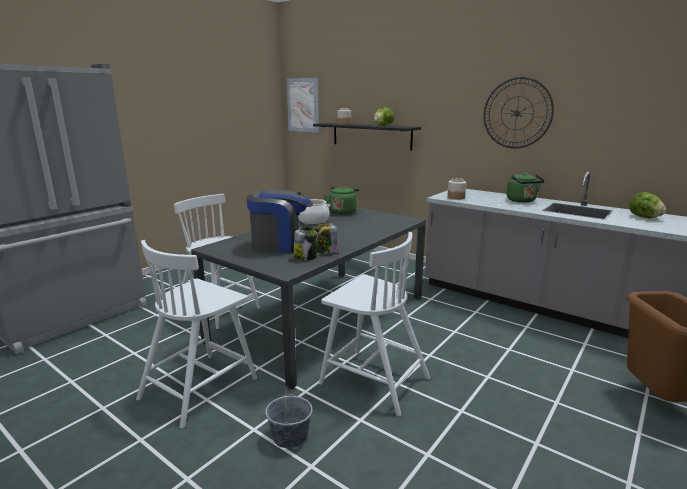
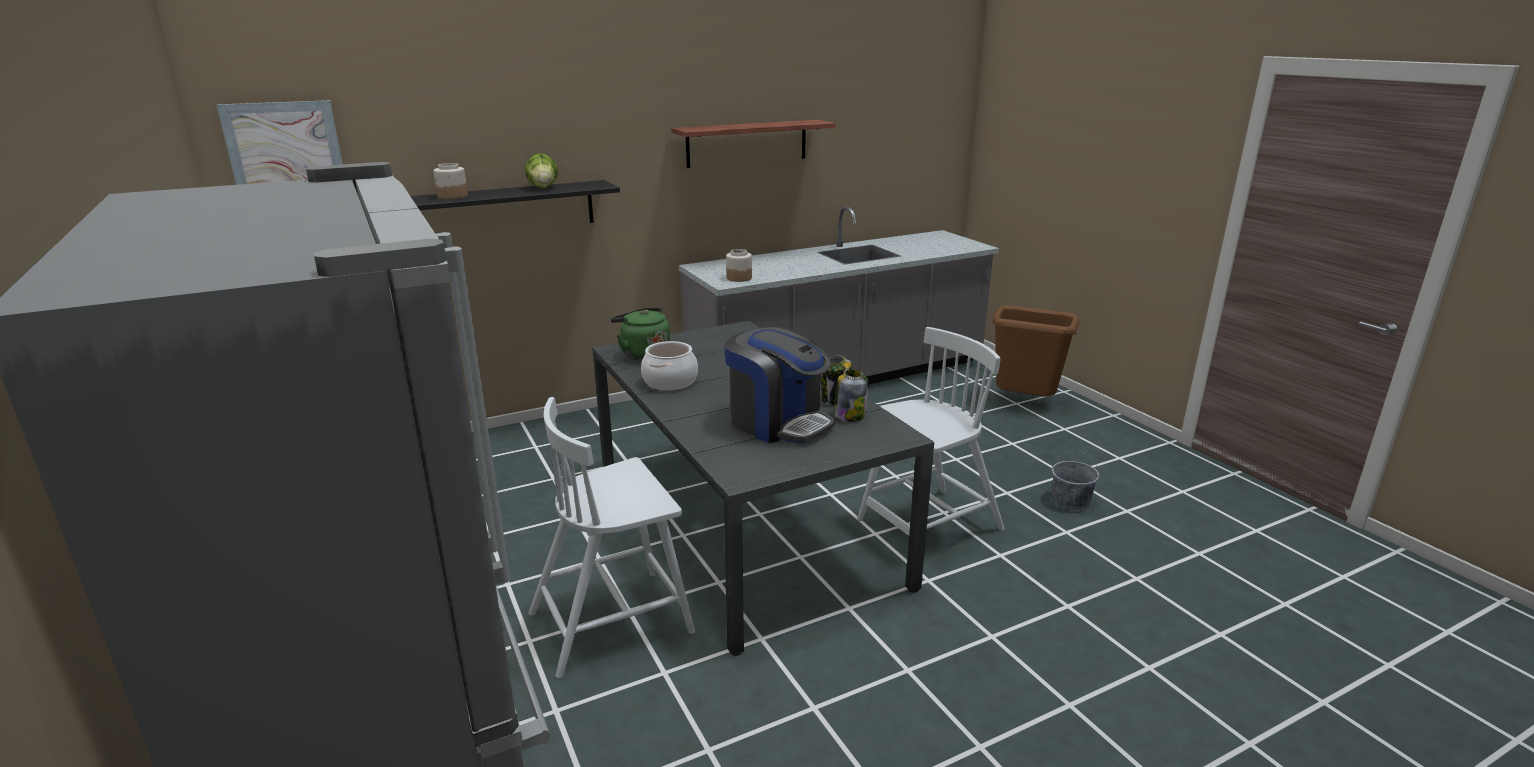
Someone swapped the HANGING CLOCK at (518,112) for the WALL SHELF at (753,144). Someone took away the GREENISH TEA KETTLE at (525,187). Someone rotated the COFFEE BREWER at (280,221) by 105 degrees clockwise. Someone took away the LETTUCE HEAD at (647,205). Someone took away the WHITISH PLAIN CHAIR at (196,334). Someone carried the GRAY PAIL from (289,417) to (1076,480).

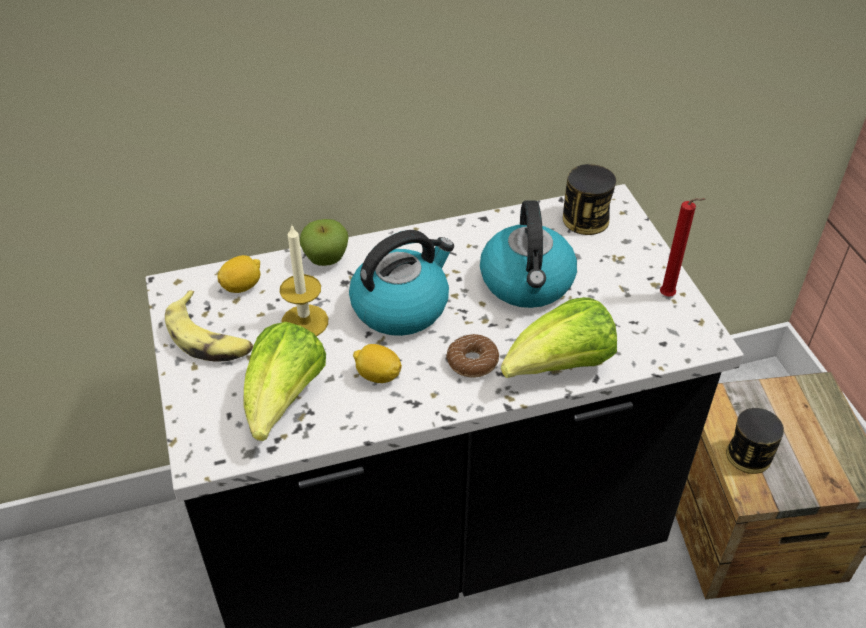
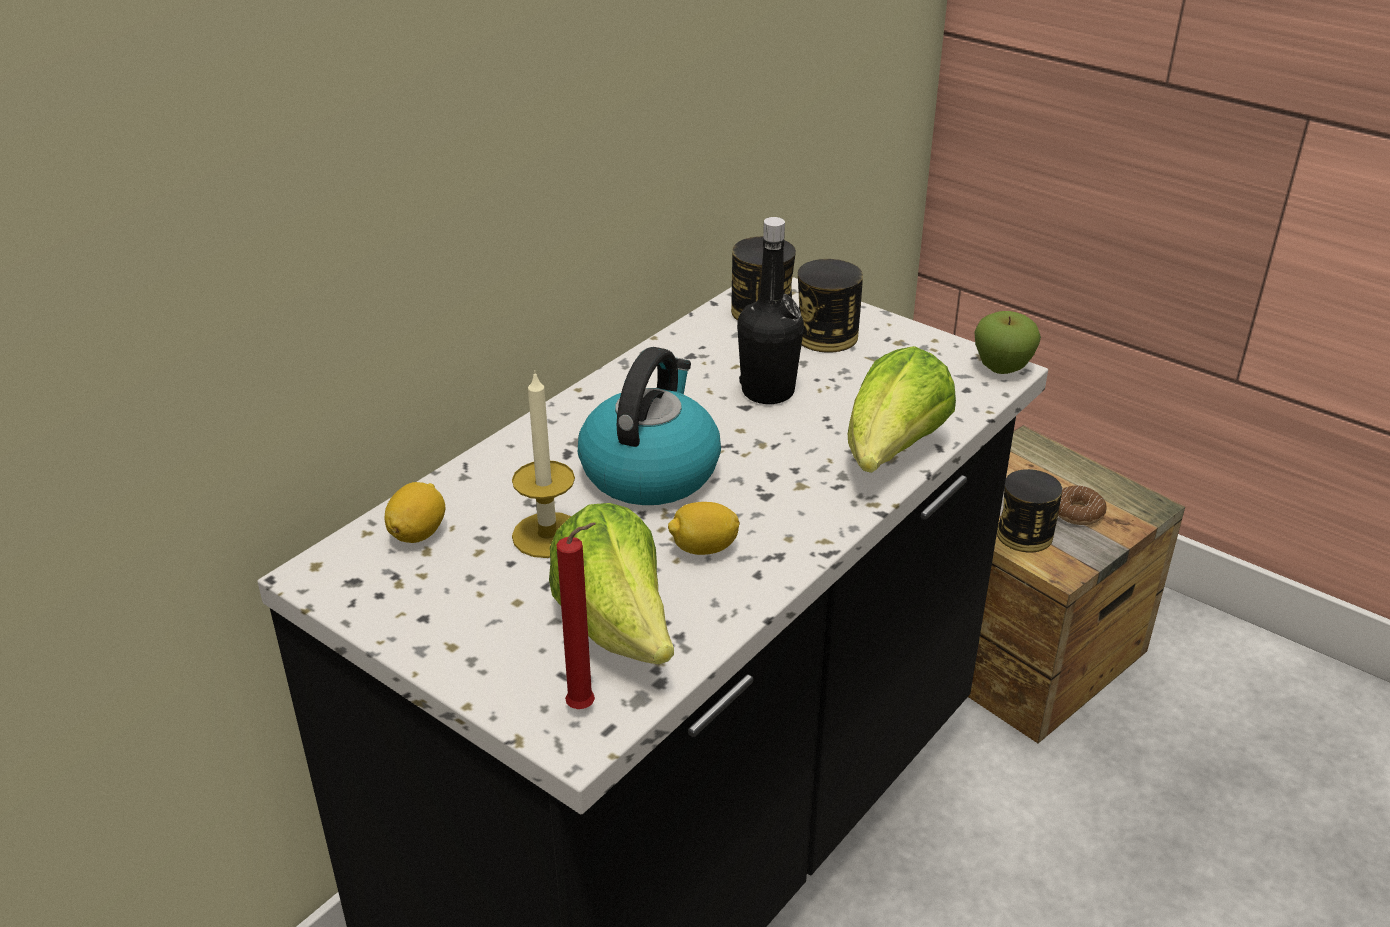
Someone carried the REDDISH CANDLE from (683,247) to (576,616). Someone swapped the TEA KETTLE at (528,254) for the BLACK-COLOURED BOTTLE at (770,310). Someone carried the WHOLE APPLE from (324,242) to (1008,342). Someone took away the BANANA FRUIT at (209,326). Someone carried the RING DOUGHNUT from (472,356) to (1082,505). Someone put down the SEALED CAN at (830,306).

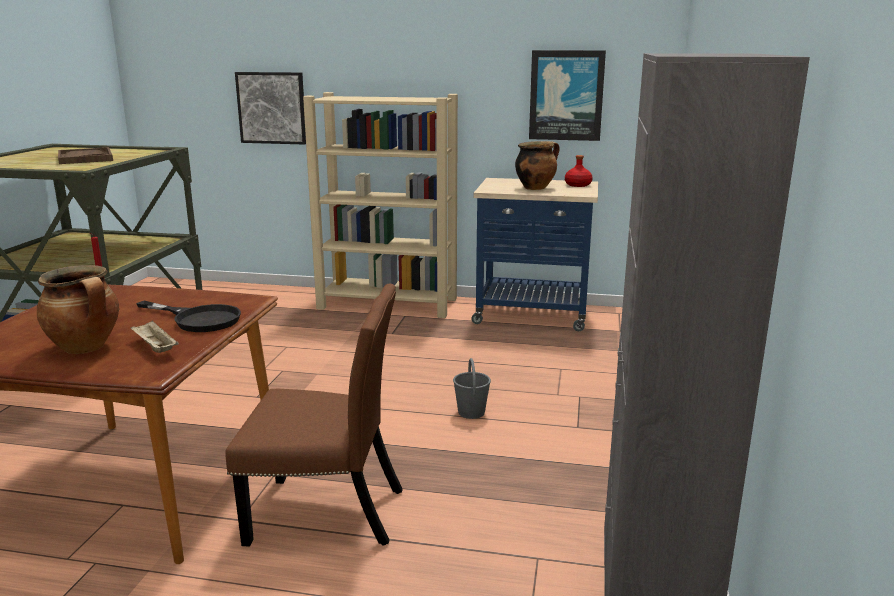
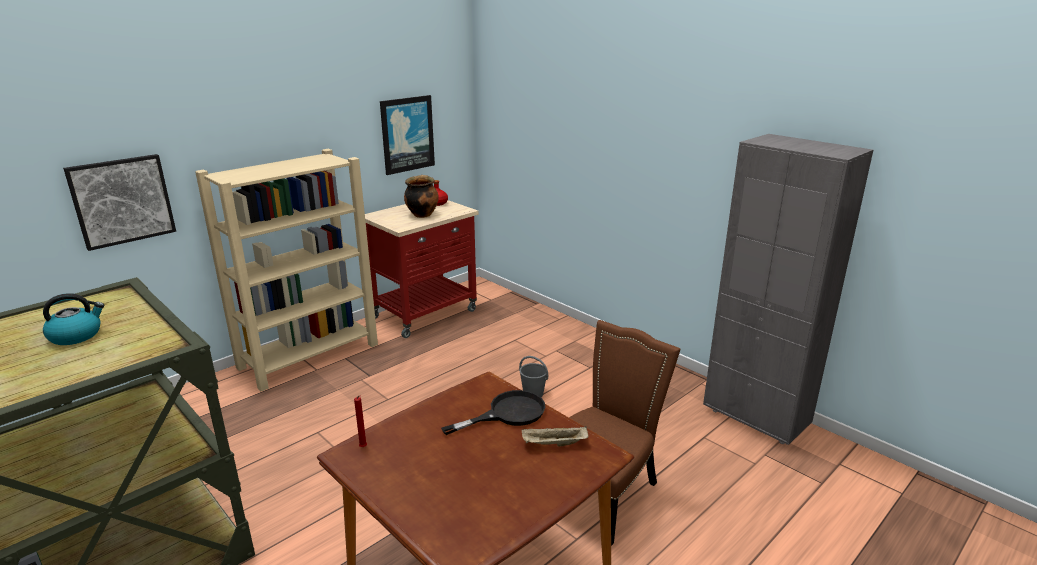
Someone swapped the BROWN SERVING TRAY at (85,155) for the TEA KETTLE at (73,319). Someone repainted the BLUE CART at (534,254), which became the REDDISH CART at (422,269). Someone took away the SAUCEPOT at (78,309).

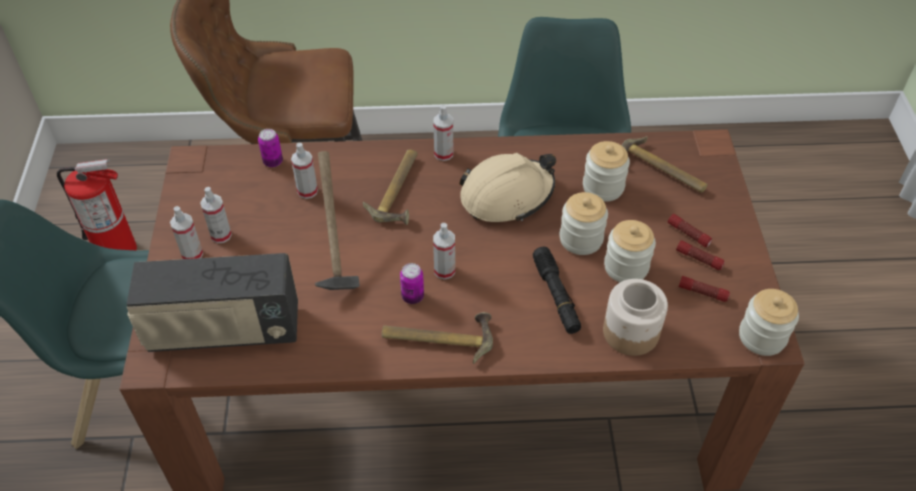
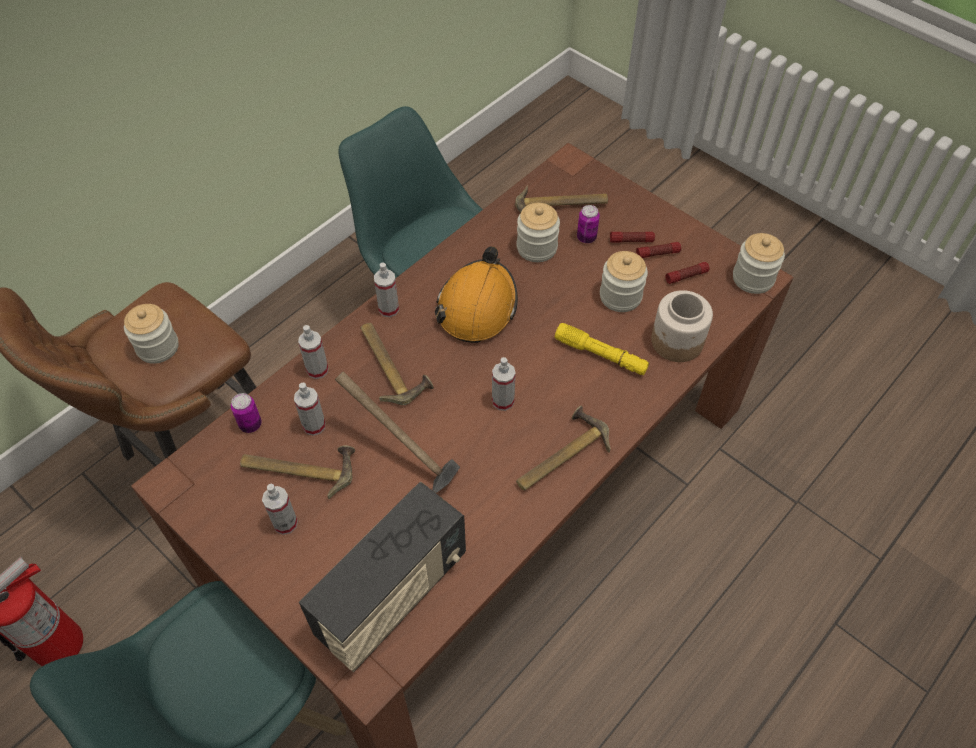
Someone repainted the SAND-COLOURED HARD HAT at (507,187), which became the ORANGE HARD HAT at (476,294). Someone carried the STORAGE JAR from (583,223) to (151,334). Someone carried the SPRAYER from (186,232) to (313,352). Someone repainted the BLACK-COLOURED FLASHLIGHT at (557,290), which became the YELLOWISH FLASHLIGHT at (602,349). Someone carried the SEALED CAN from (412,283) to (588,224). Someone put down the TOOL HAMMER at (297,472).

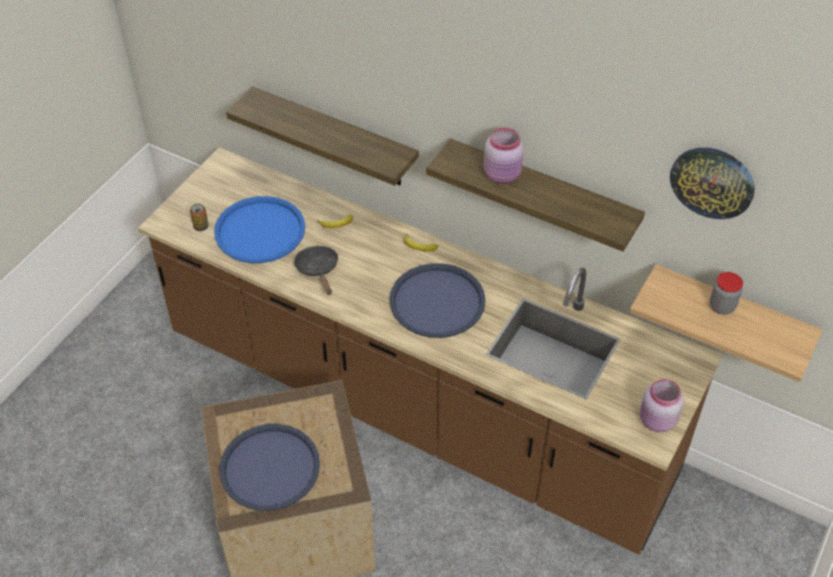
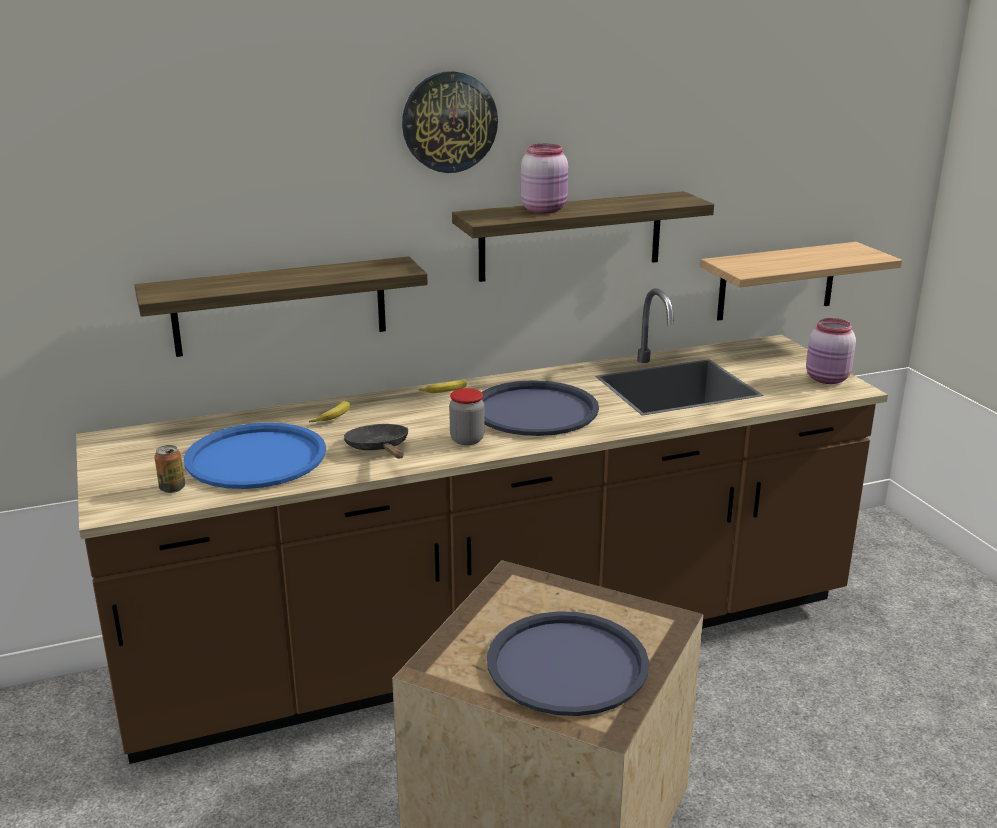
Someone carried the HANGING CLOCK from (712,183) to (450,122). Someone rotated the BLACK-COLOURED FRYING PAN at (316,270) by 45 degrees clockwise. Someone carried the STORAGE JAR from (726,293) to (467,416).

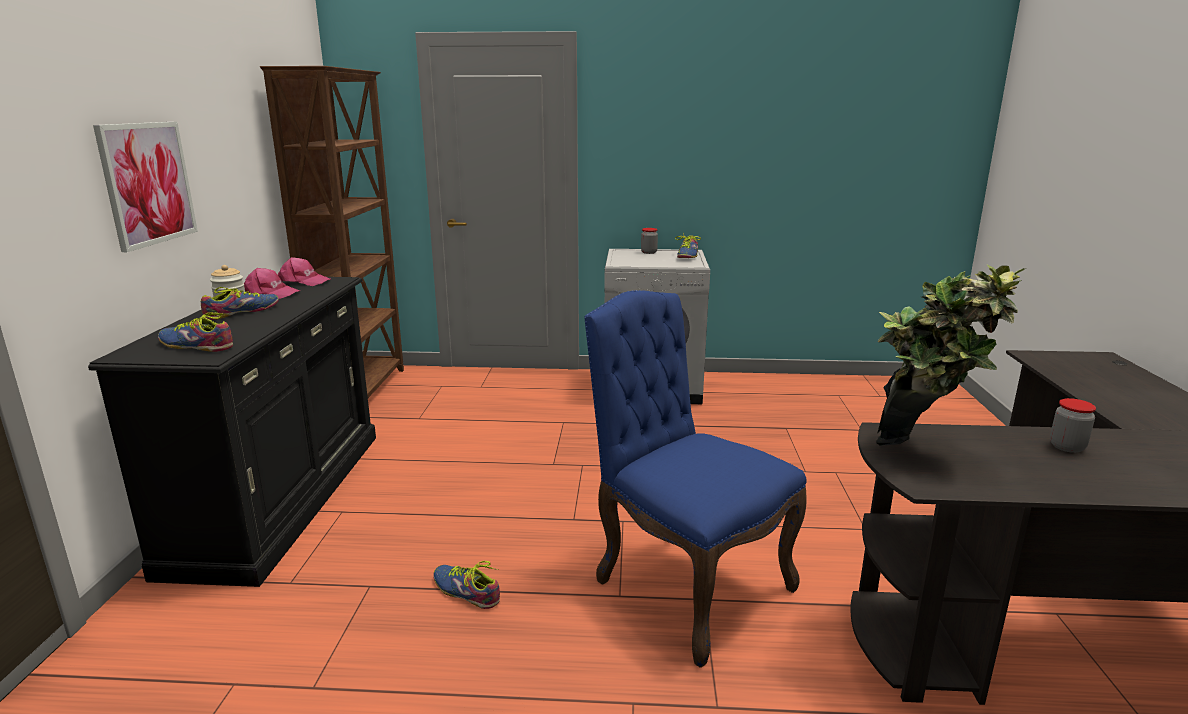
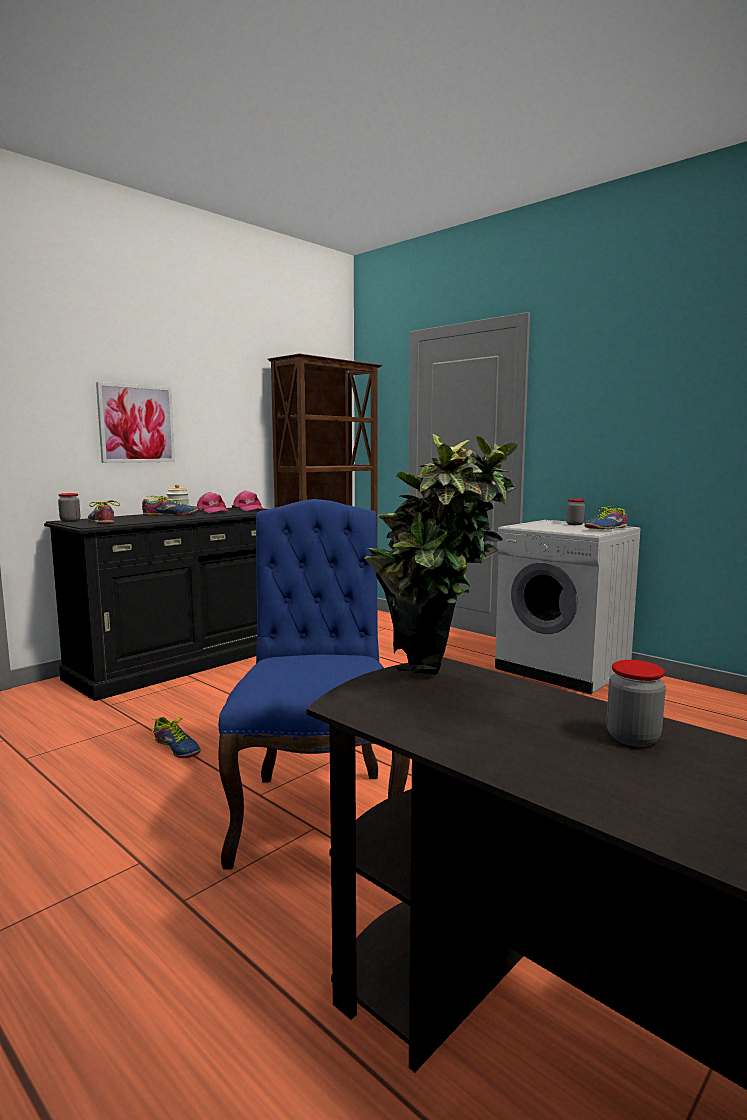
Someone rotated the ITEM OF FOOTWEAR at (466,585) by 150 degrees clockwise. Someone put down the STORAGE JAR at (69,507).

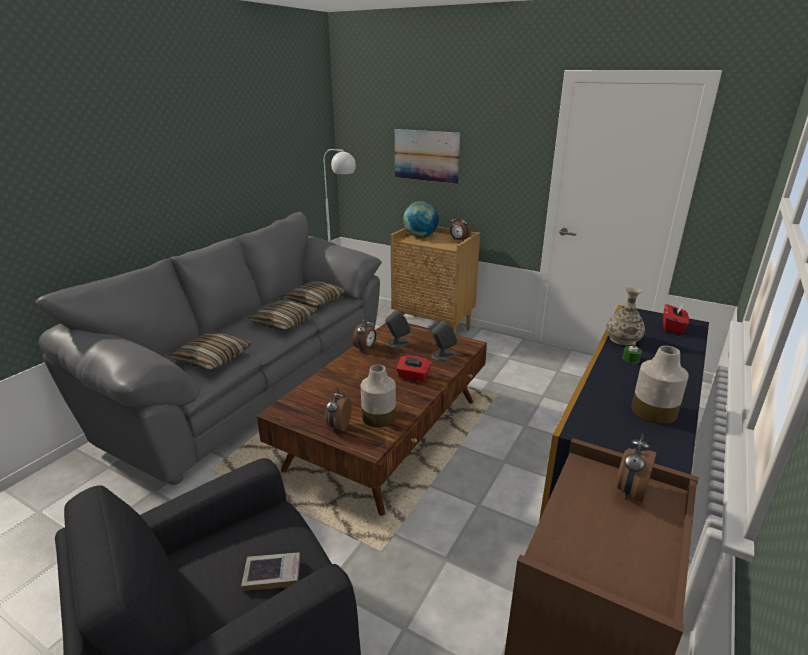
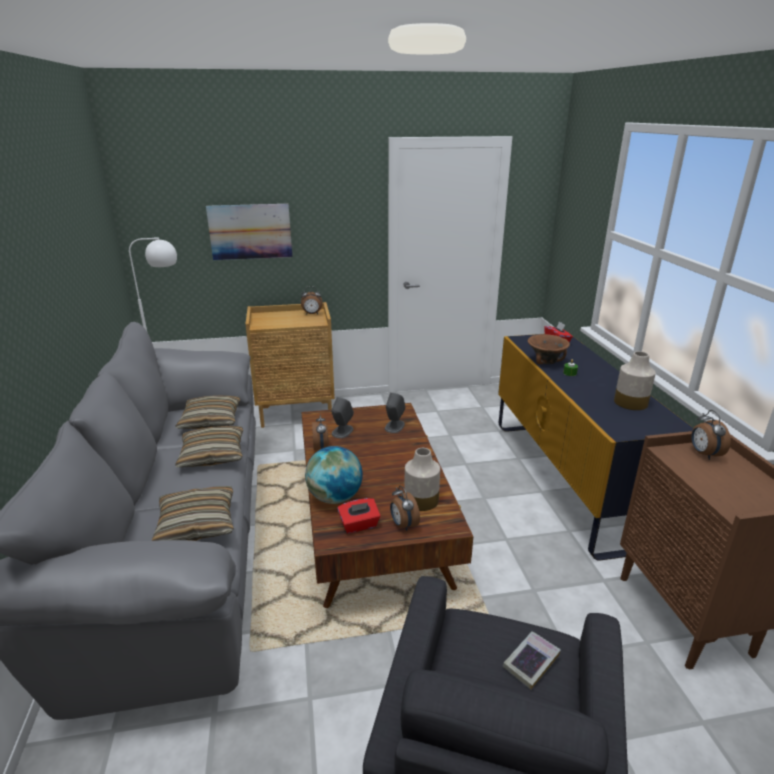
Someone carried the WORLD GLOBE from (421,219) to (334,475). Someone swapped the VASE at (625,316) for the BROWN BOWL at (549,349). Someone carried the REDDISH BOX OF TISSUES from (413,369) to (358,515).

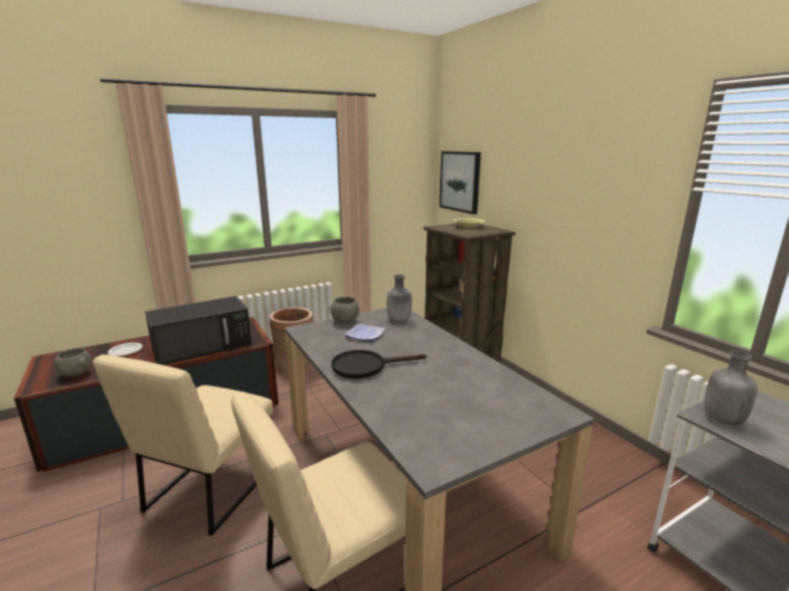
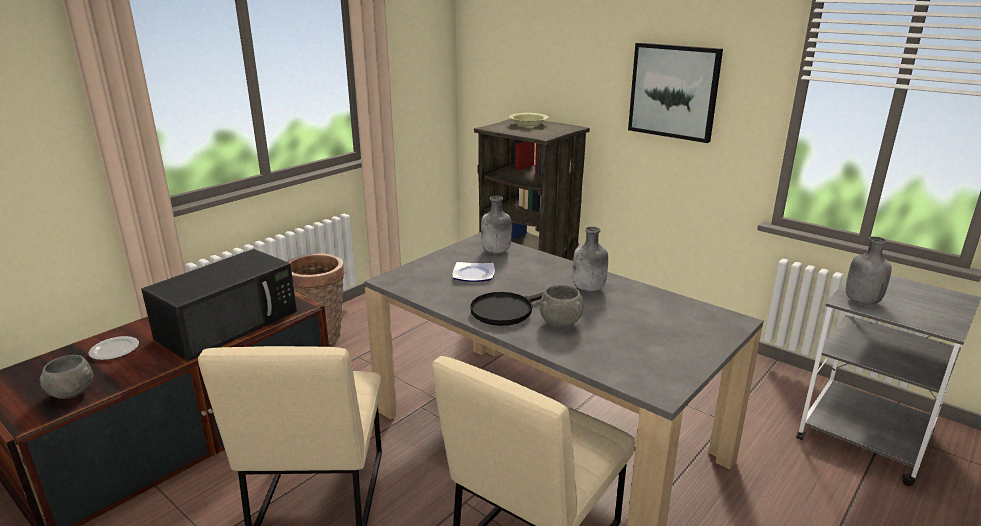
Someone carried the WALL PICTURE from (460,182) to (675,93). Someone carried the GRAY BOWL from (344,310) to (561,306). Someone put down the GRAY BOTTLE at (590,259).

